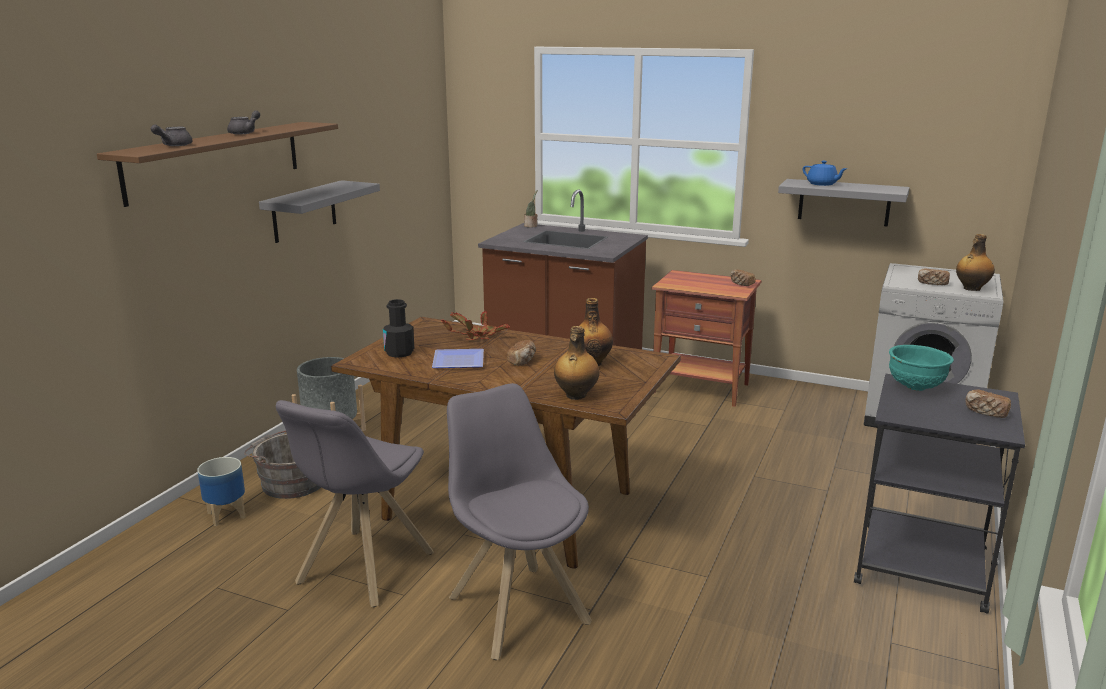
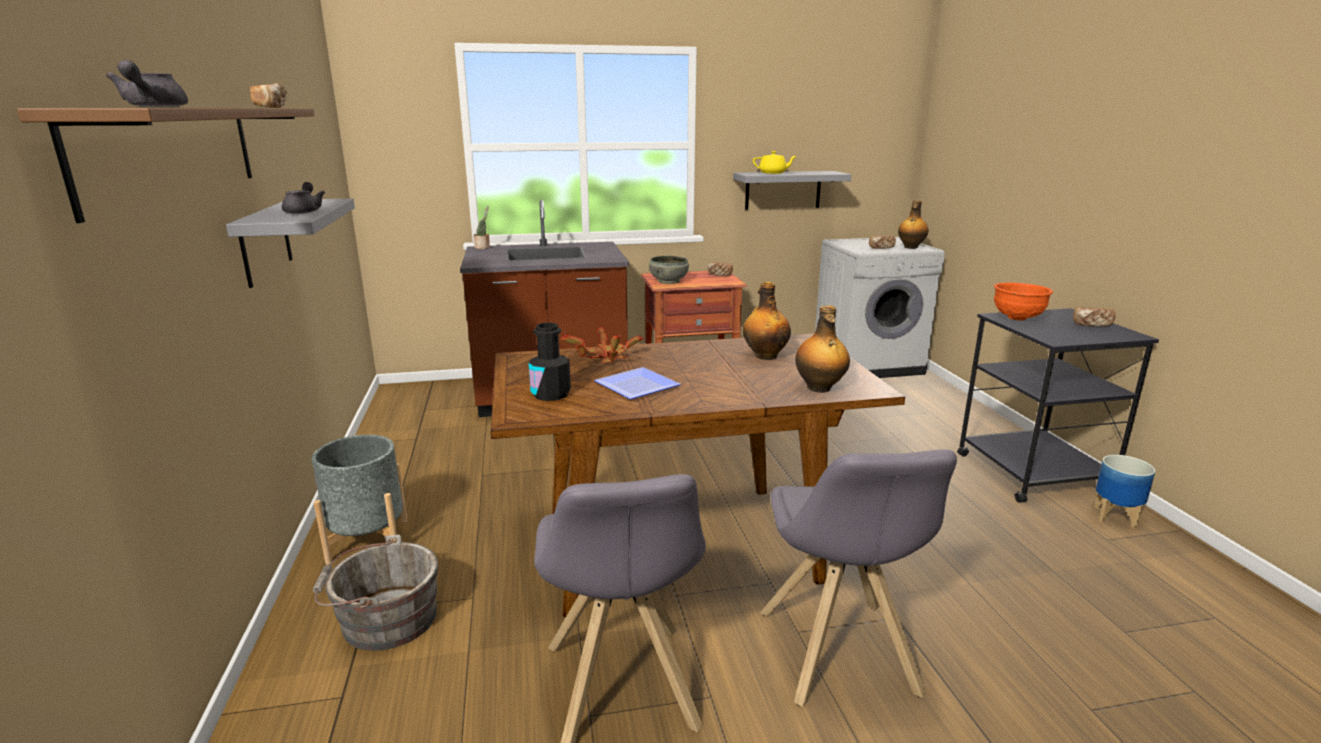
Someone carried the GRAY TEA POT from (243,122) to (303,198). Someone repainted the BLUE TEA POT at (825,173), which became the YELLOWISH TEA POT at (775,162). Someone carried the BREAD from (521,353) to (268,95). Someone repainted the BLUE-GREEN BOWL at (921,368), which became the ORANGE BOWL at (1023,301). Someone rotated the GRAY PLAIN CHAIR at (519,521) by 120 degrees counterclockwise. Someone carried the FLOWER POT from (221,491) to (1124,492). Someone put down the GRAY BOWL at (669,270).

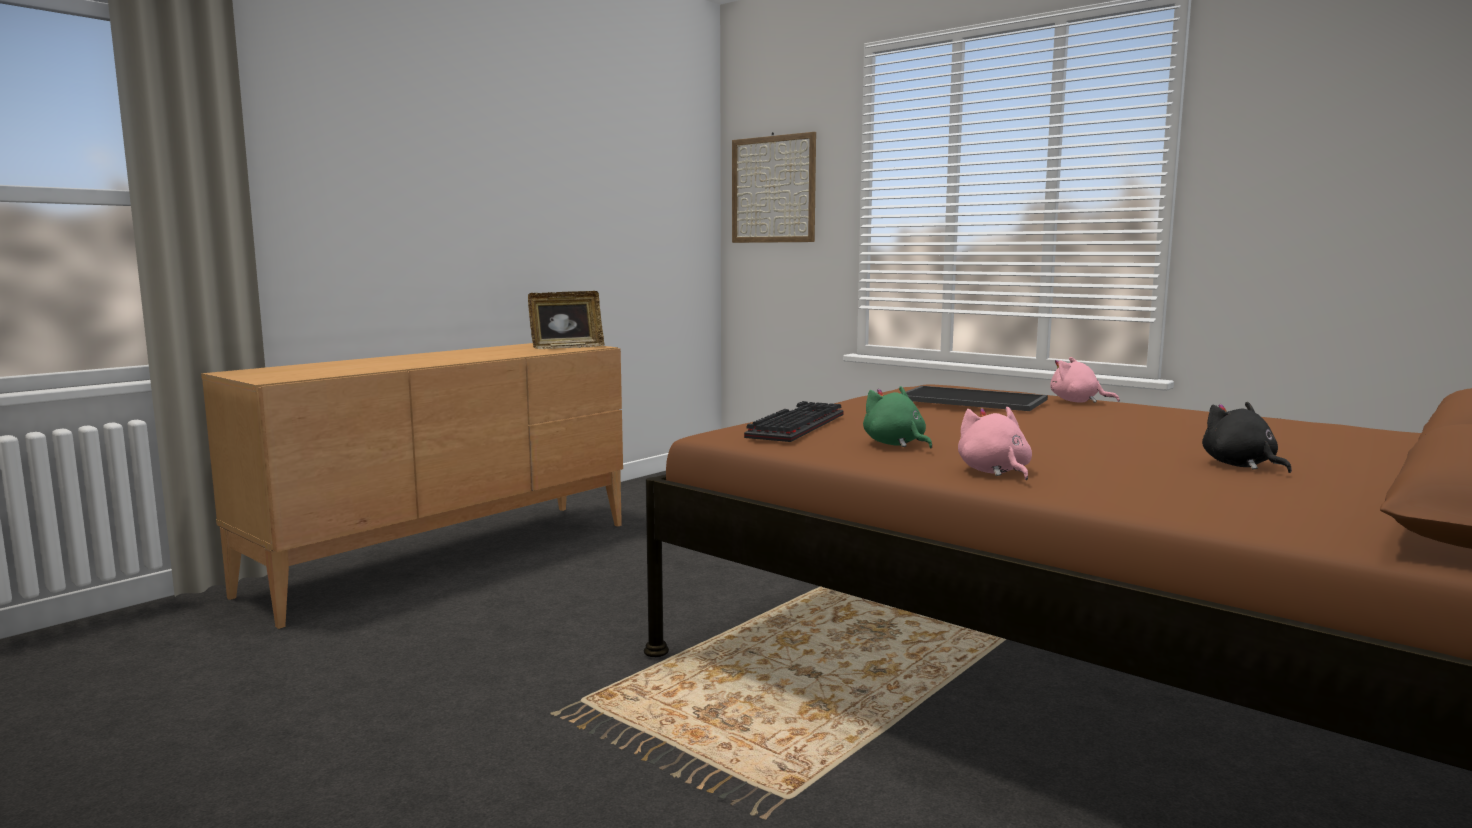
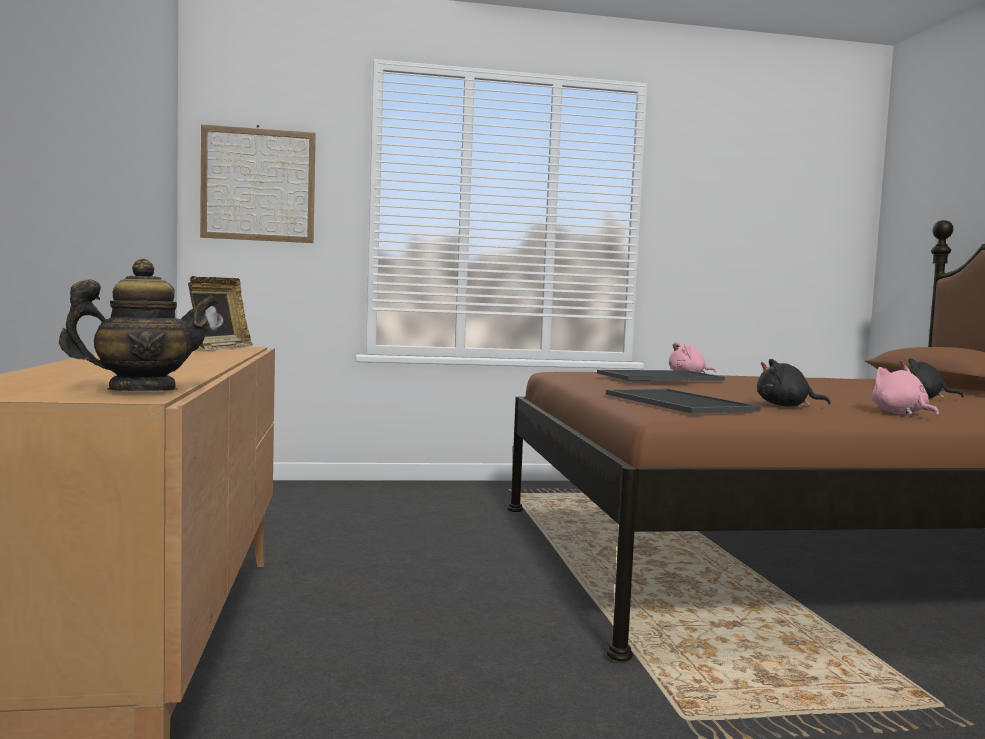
Someone repainted the GREENISH PLUSH TOY at (897,417), which became the BLACK-COLOURED PLUSH TOY at (794,383). Someone swapped the PC KEYBOARD at (794,421) for the SERVING TRAY at (683,401). Someone rotated the PINK-COLOURED PLUSH TOY at (995,443) by 45 degrees clockwise. Someone put down the TEA POT at (138,324).

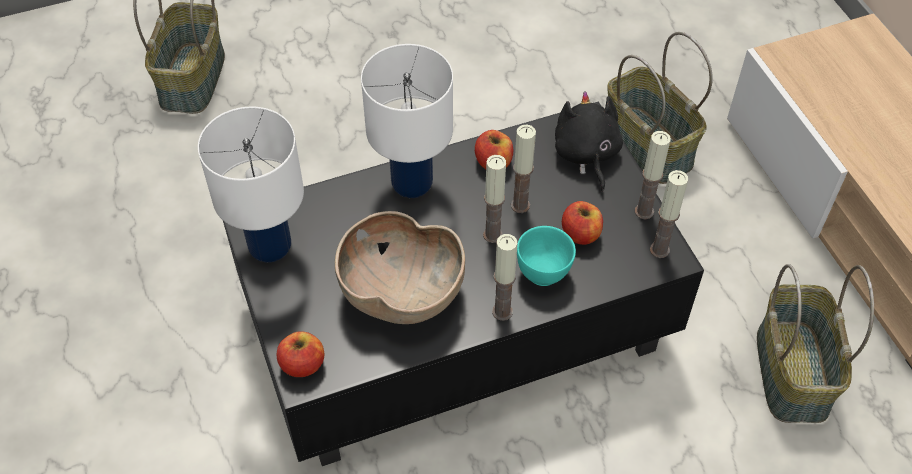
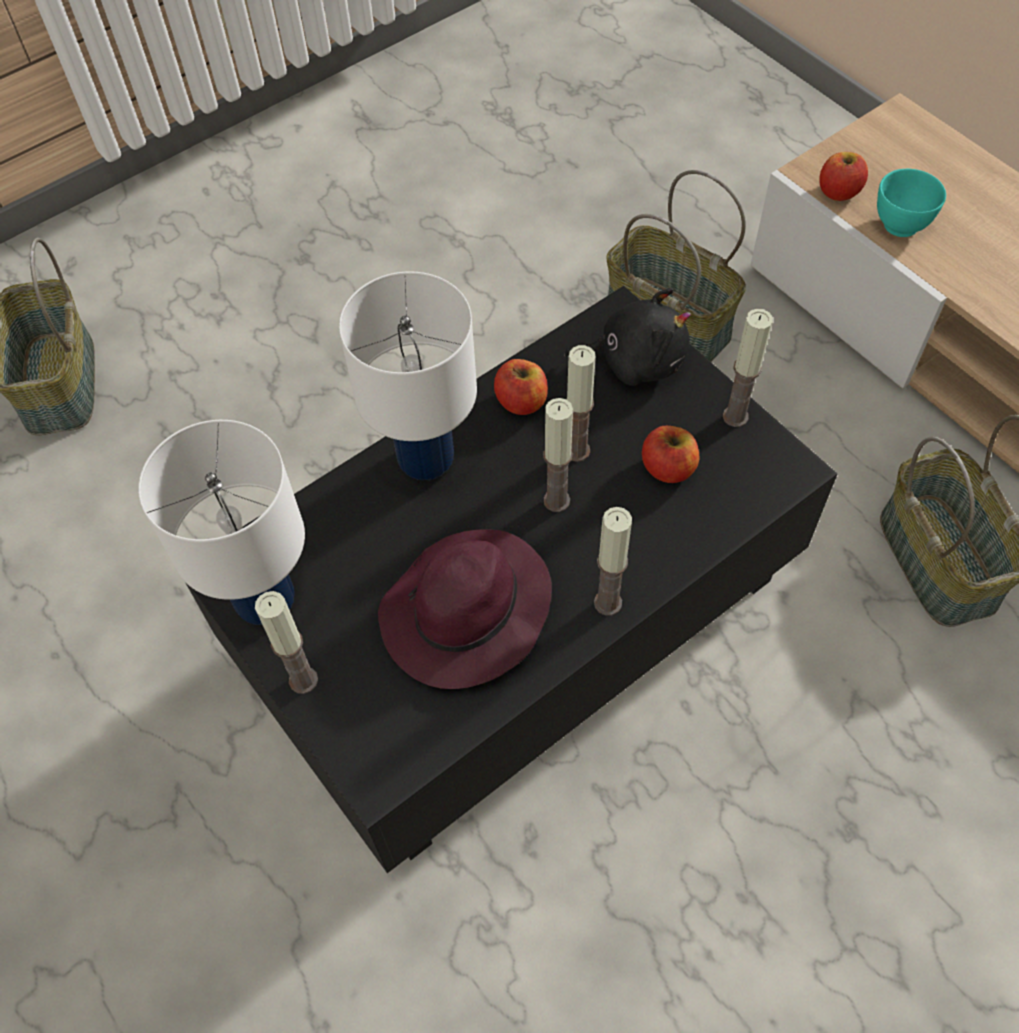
Someone rotated the BLACK-COLOURED PLUSH TOY at (589,141) by 120 degrees clockwise. Someone carried the CANDLE from (669,214) to (286,642). Someone swapped the BROWN BOWL at (400,267) for the PURPLISH WEARABLE HAT at (465,609). Someone carried the BLUE-GREEN BOWL from (546,256) to (911,203). Someone carried the WHOLE APPLE from (300,354) to (843,176).

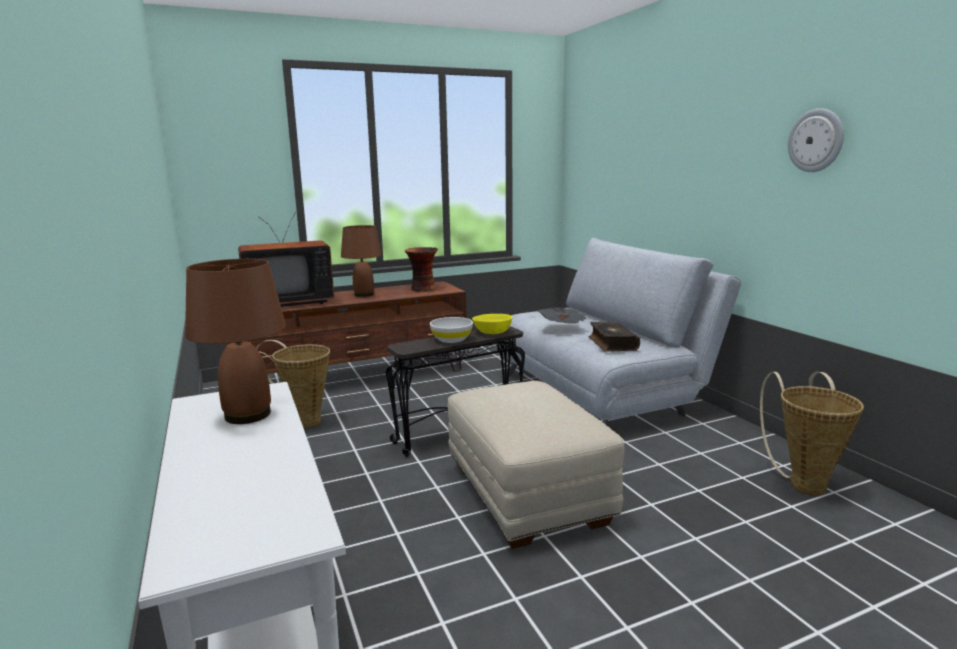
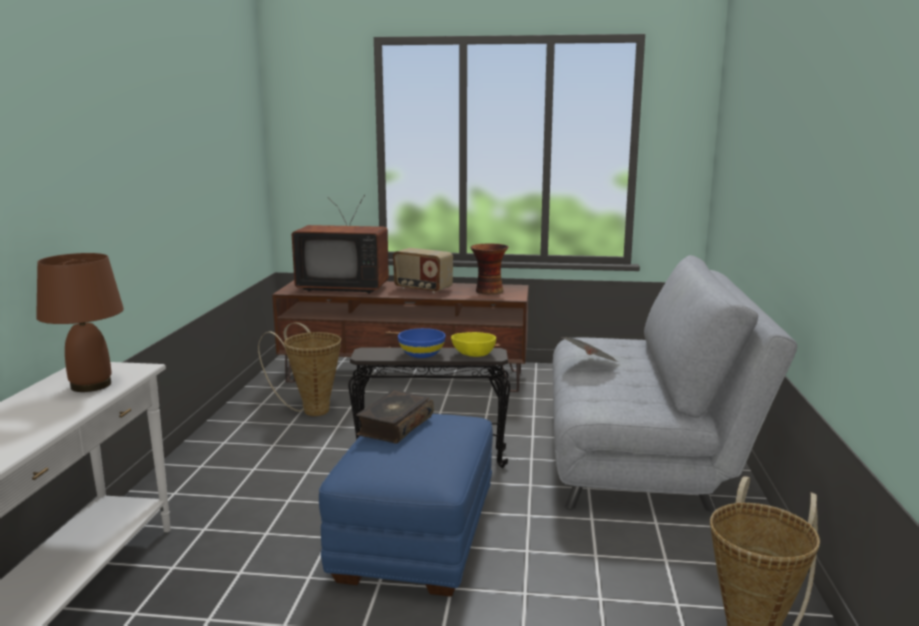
Someone took away the HANGING CLOCK at (816,140). Someone swapped the BROWN LAMP FOR A TABLE at (361,261) for the RADIO at (423,270). Someone repainted the WHITISH BOWL at (451,330), which became the BLUE BOWL at (422,343). Someone carried the BOOK from (614,337) to (395,416). Someone repainted the SAND-COLOURED FOOTREST at (536,465), which became the BLUE FOOTREST at (406,505).

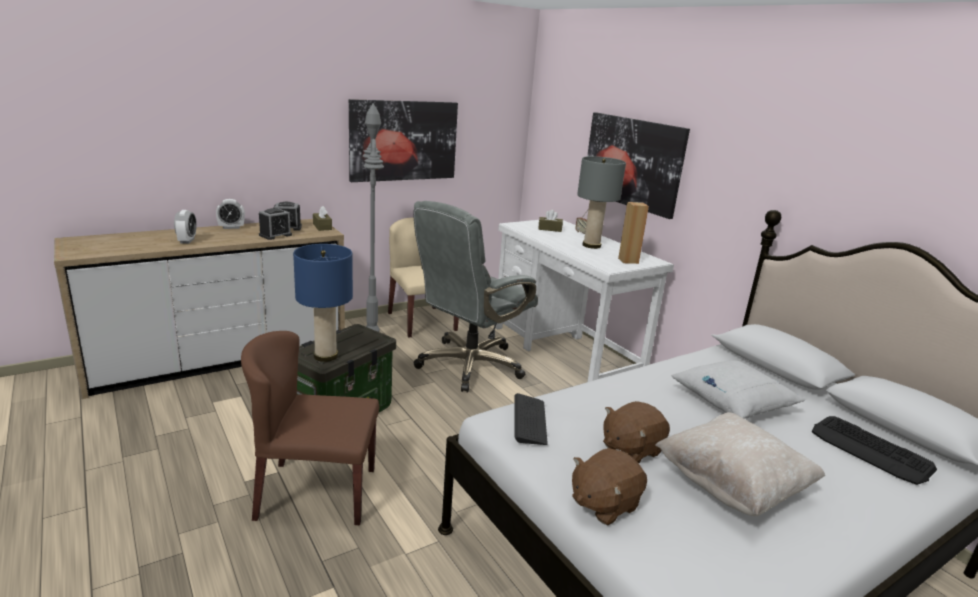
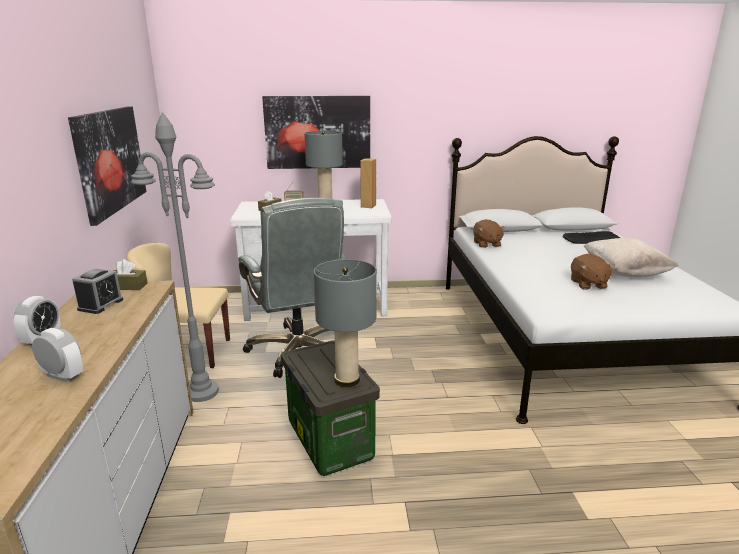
Someone took away the TABLE CLOCK at (275,224). Someone repainted the BLUE LAMP FOR A TABLE at (323,303), which became the GRAY LAMP FOR A TABLE at (345,323). Someone took away the BROWN PLAIN CHAIR at (310,428). Someone took away the GRAY CUSHION at (738,389). Someone took away the PC KEYBOARD at (531,419). Someone carried the BROWN PLUSH TOY from (609,486) to (489,233).

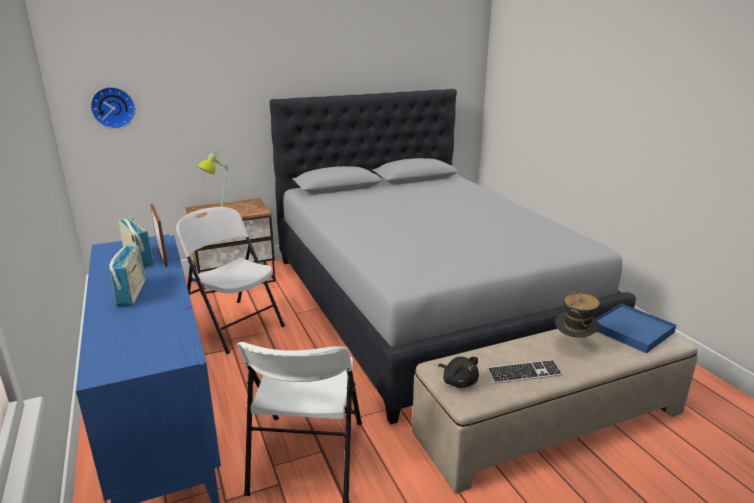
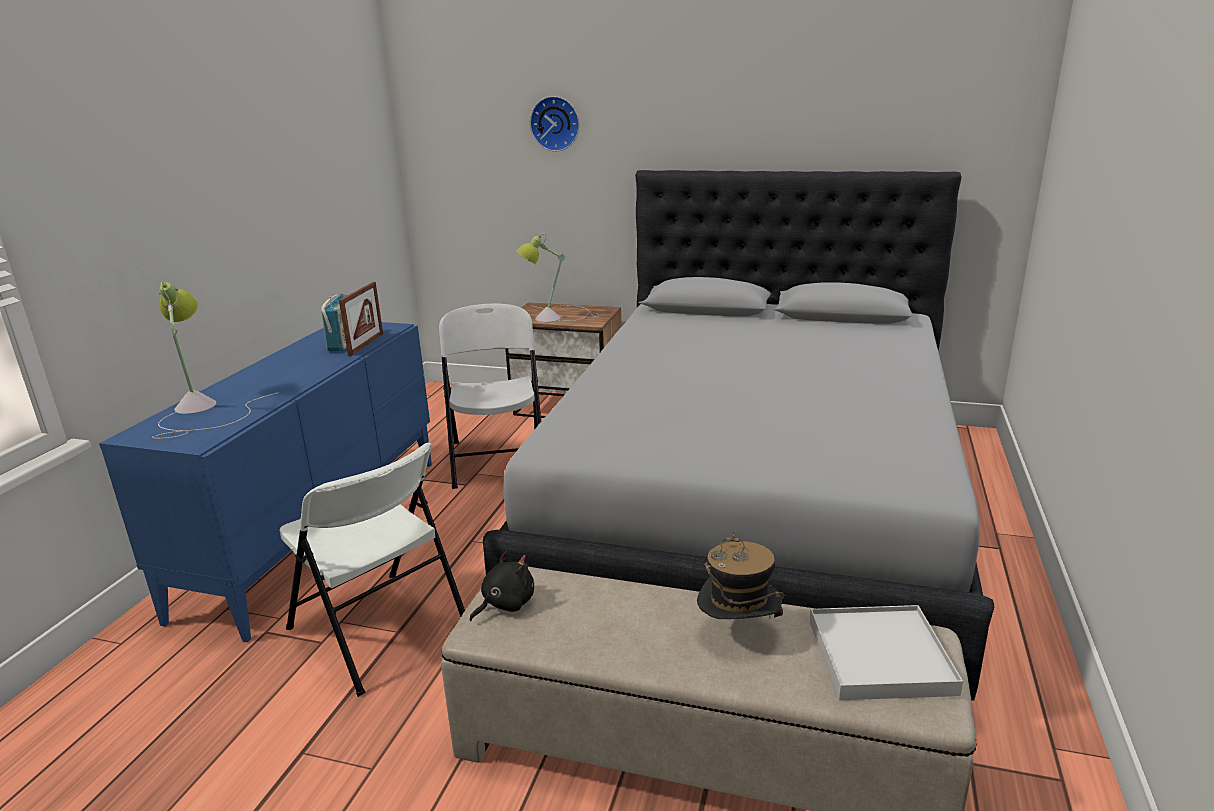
Someone carried the HANGING CLOCK from (113,108) to (554,124). Someone took away the RADIO at (127,276). Someone repainted the BLUE SERVING TRAY at (635,328), which became the WHITISH SERVING TRAY at (886,652). Someone rotated the WHITISH PLAIN CHAIR at (299,422) by 90 degrees counterclockwise. Someone rotated the BLACK-COLOURED PLUSH TOY at (458,372) by 135 degrees counterclockwise. Someone took away the PC KEYBOARD at (525,372). Someone put down the LAMP FOR A TABLE at (215,360).

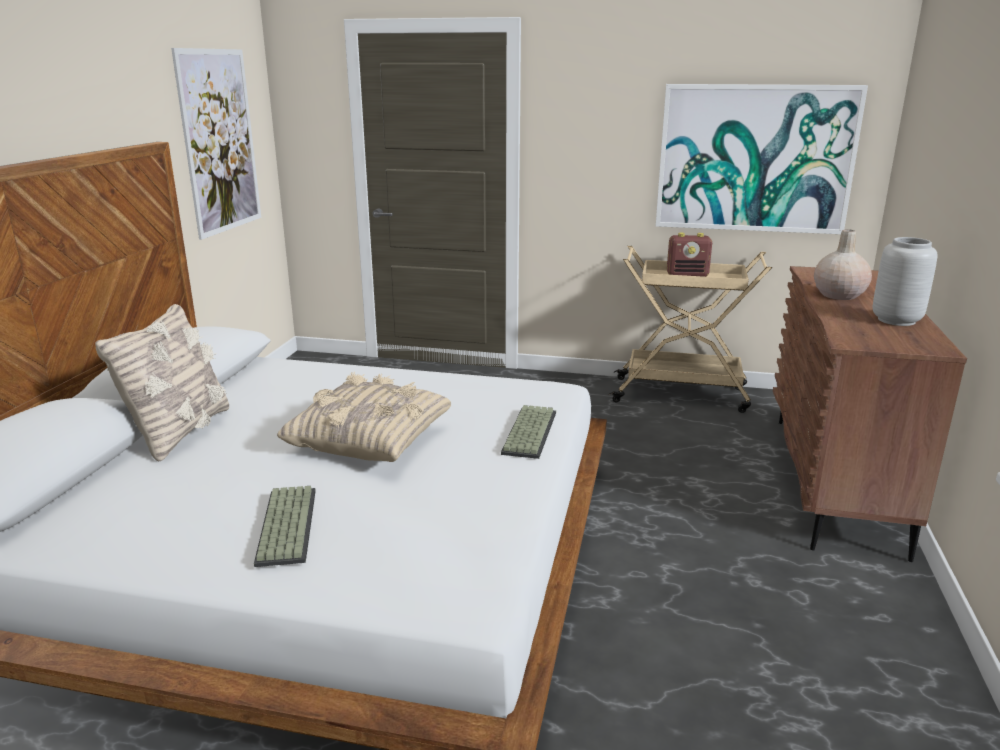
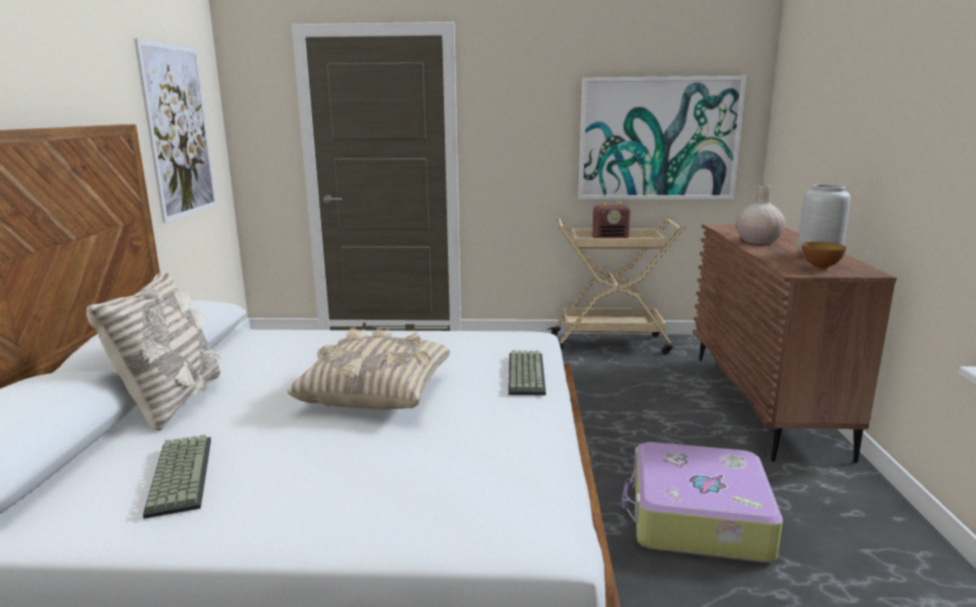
Someone carried the PC KEYBOARD from (285,526) to (177,477). Someone put down the BOWL at (824,255). Someone put down the TRAVEL CASE at (702,502).

